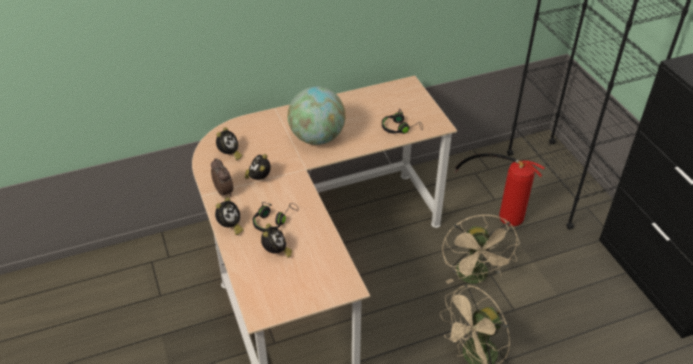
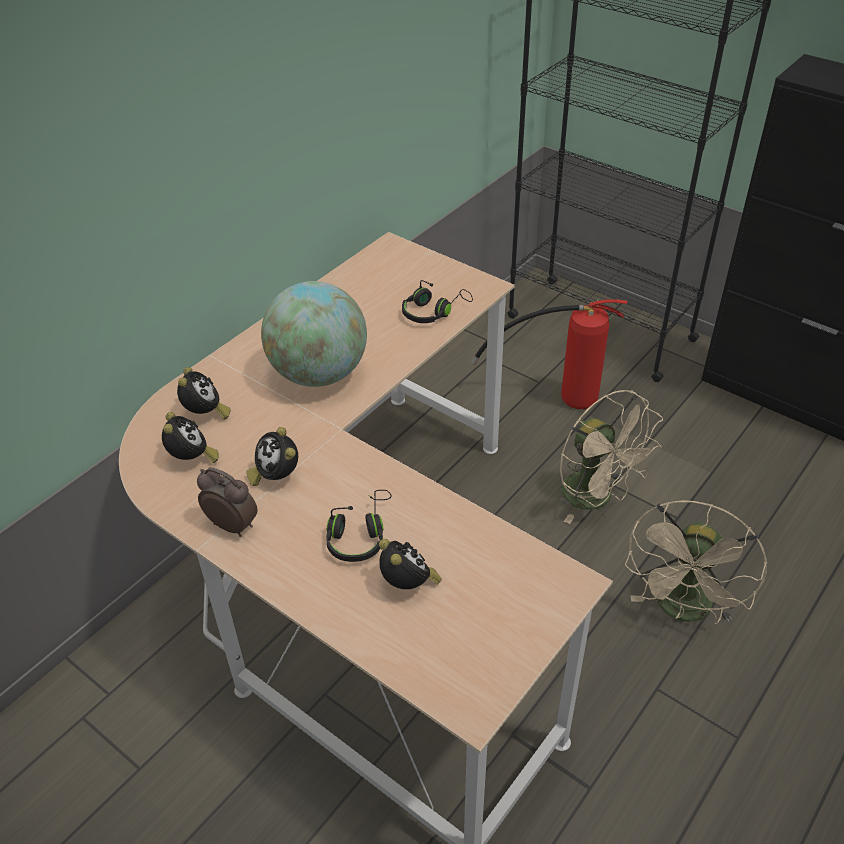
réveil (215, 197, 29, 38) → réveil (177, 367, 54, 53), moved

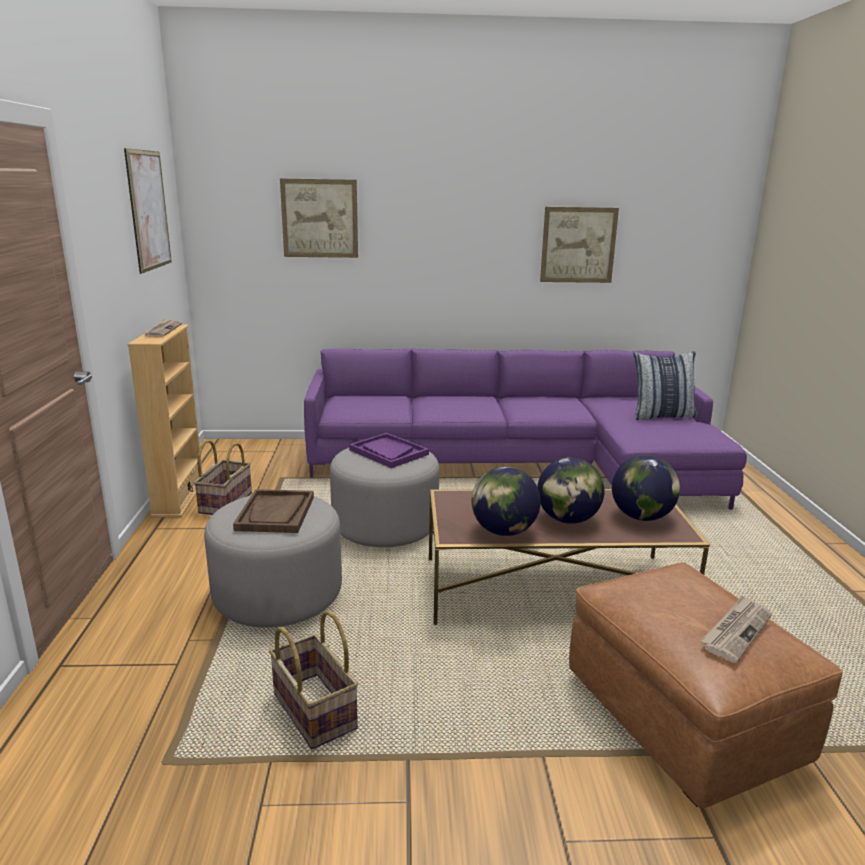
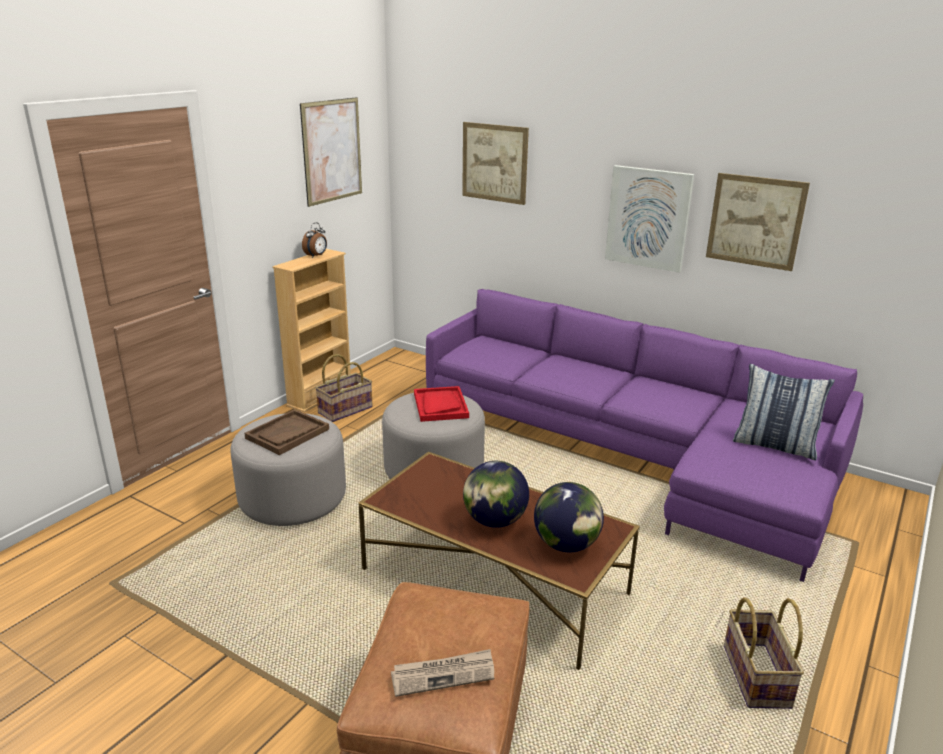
journal (143, 319, 39, 18) → réveil (302, 223, 25, 35)
panier (269, 611, 89, 138) → panier (724, 597, 80, 112), moved
plateau [violet] (349, 433, 80, 35) → plateau [rouge] (414, 386, 55, 36)
globe (472, 467, 69, 69) → -
- → tableau (605, 165, 89, 108)

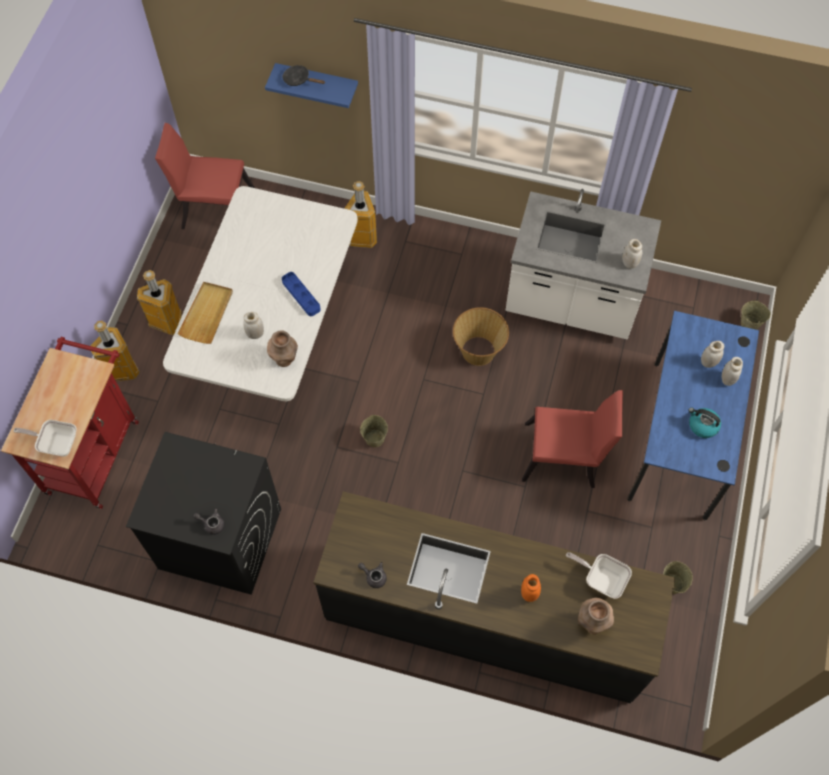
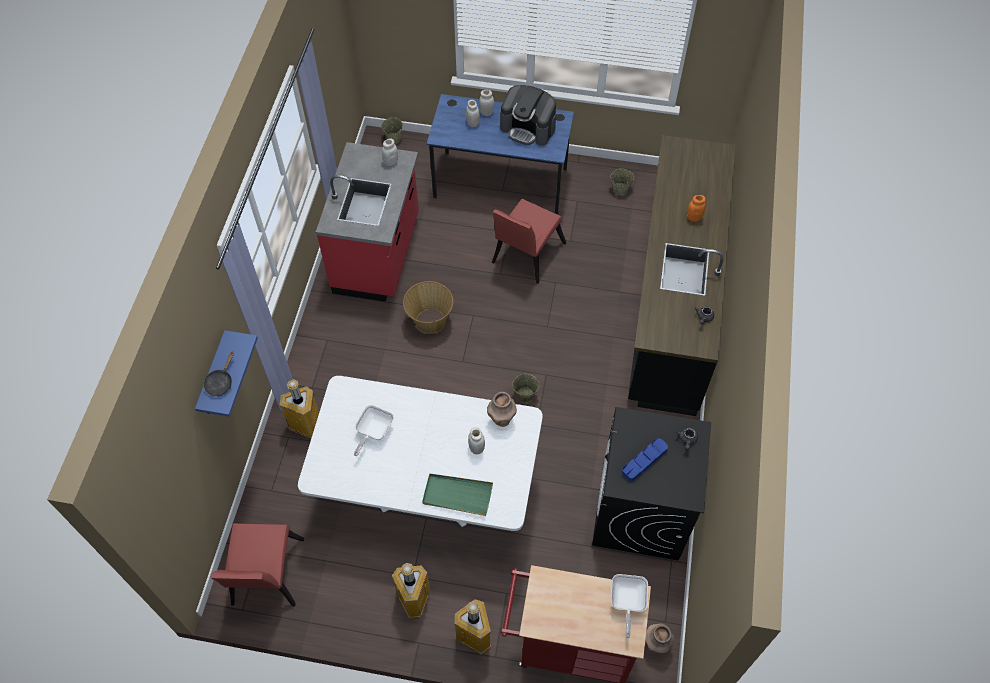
plateau [beige] (177, 282, 56, 62) → plateau [vert] (422, 474, 71, 42)
plateau [bleu] (282, 272, 39, 44) → plateau [bleu] (622, 438, 46, 43), moved
comptoir de cuisine [blanc] (505, 189, 156, 150) → comptoir de cuisine [rouge] (316, 142, 103, 160)
chaise [rouge] (522, 390, 101, 98) → chaise [rouge] (492, 199, 74, 85), 150 degrees counterclockwise
poêle (566, 552, 66, 47) → poêle (354, 405, 40, 51), moved
vase [marron] (578, 598, 36, 37) → vase [marron] (645, 624, 29, 30), moved
bouilloire (688, 407, 33, 31) → machine à café (500, 85, 56, 61)

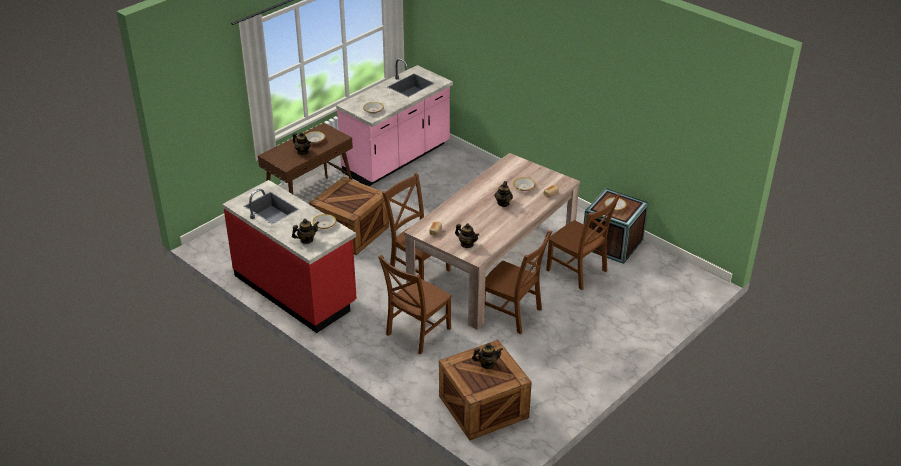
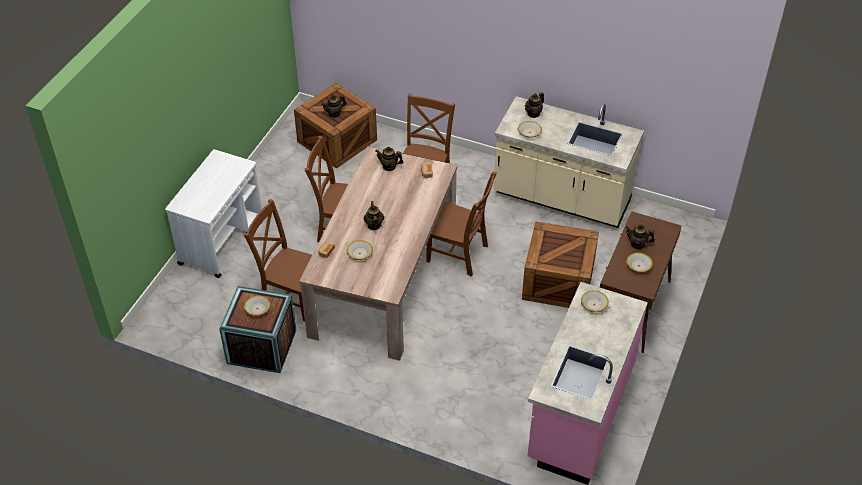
comptoir de cuisine [rouge] (222, 180, 135, 153) → comptoir de cuisine [beige] (494, 96, 150, 132)
- → chariot [blanc] (165, 149, 97, 129)

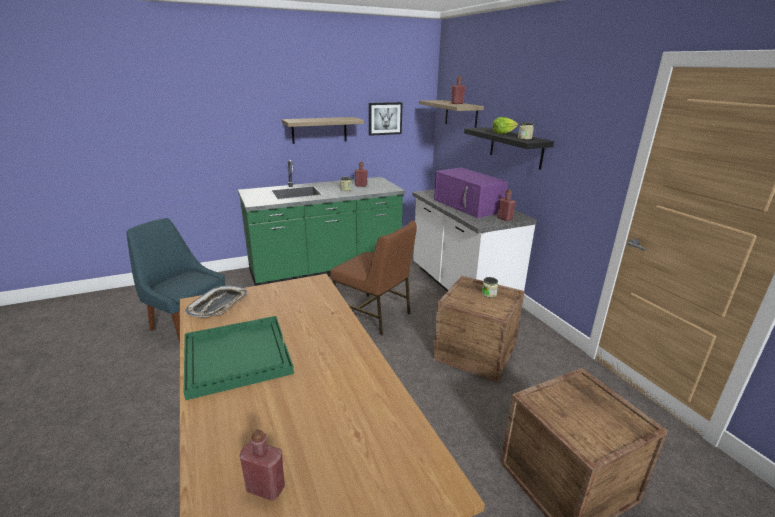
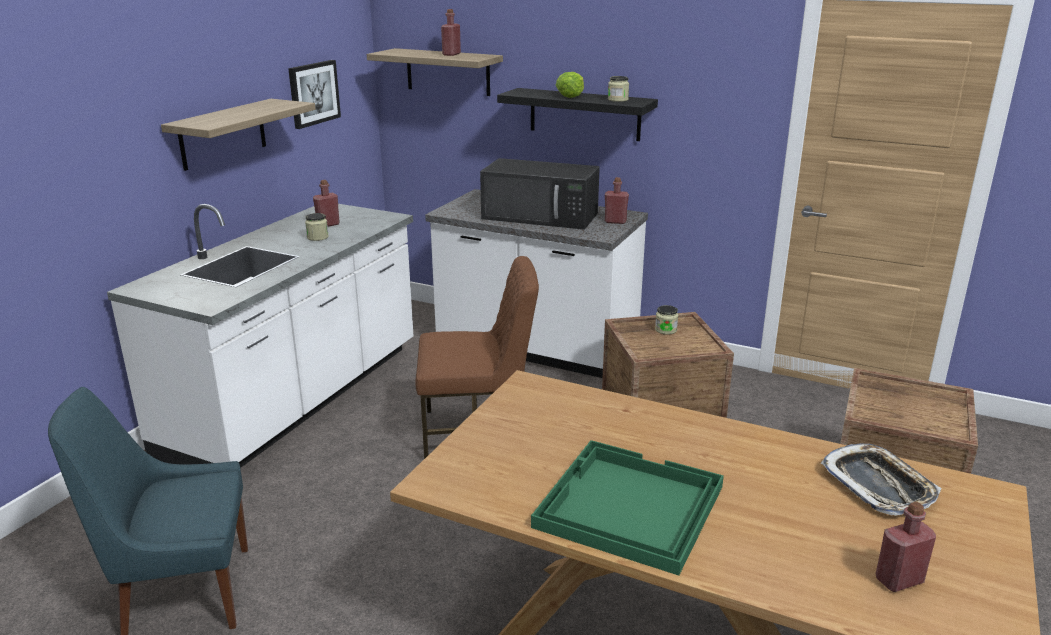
plateau (185, 286, 62, 31) → plateau (820, 444, 121, 72), moved
comptoir de cuisine [vert] (238, 160, 167, 126) → comptoir de cuisine [blanc] (107, 204, 307, 264)
micro-ondes [violet] (434, 168, 74, 50) → micro-ondes [noir] (480, 158, 120, 72)

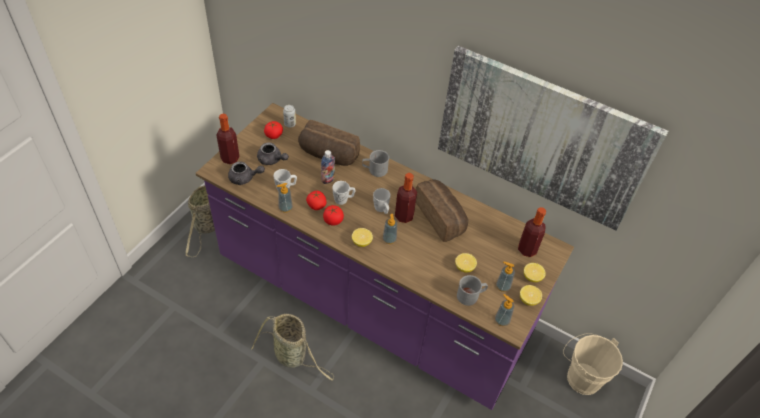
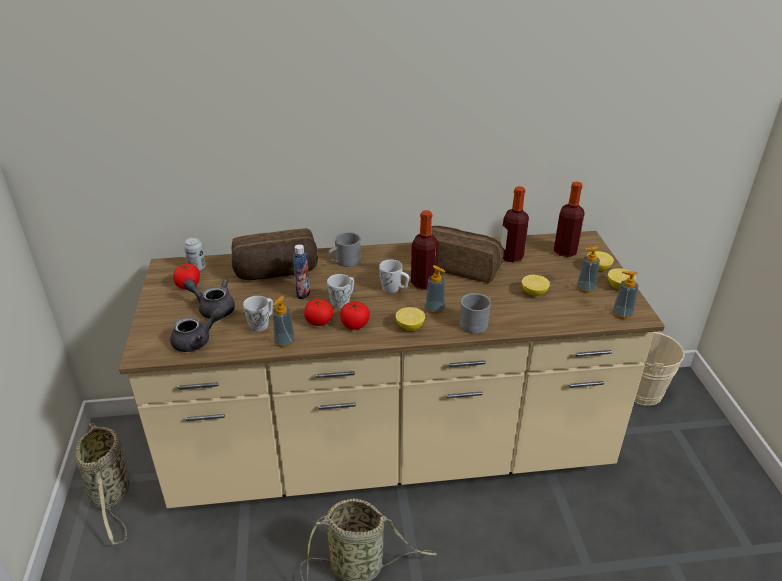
comptoir de cuisine [violet] (196, 103, 378, 307) → comptoir de cuisine [beige] (119, 231, 546, 277)
bouteille (216, 114, 24, 50) → bouteille (501, 186, 28, 77), moved
théière [gris] (257, 142, 32, 23) → théière [gris] (183, 279, 52, 40), 150 degrees counterclockwise
tableau (438, 46, 230, 184) → -
mug [gris] (457, 275, 31, 31) → mug [gris] (460, 293, 31, 41), moved

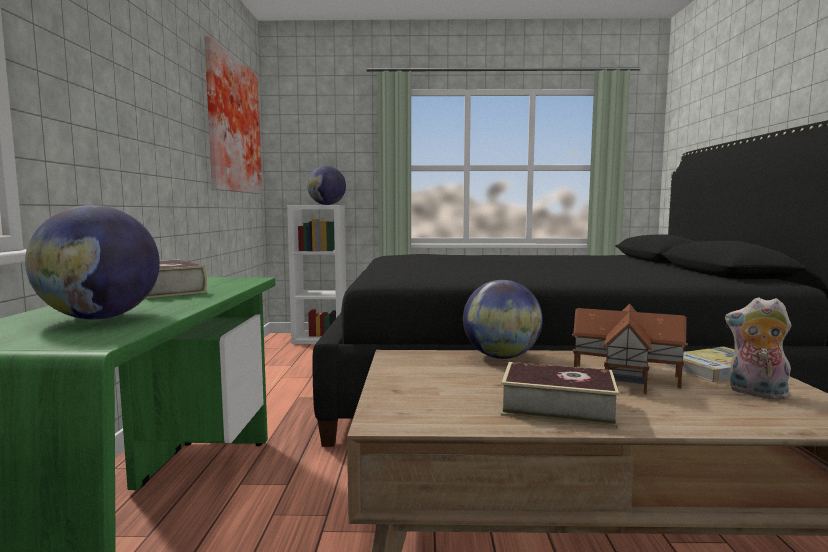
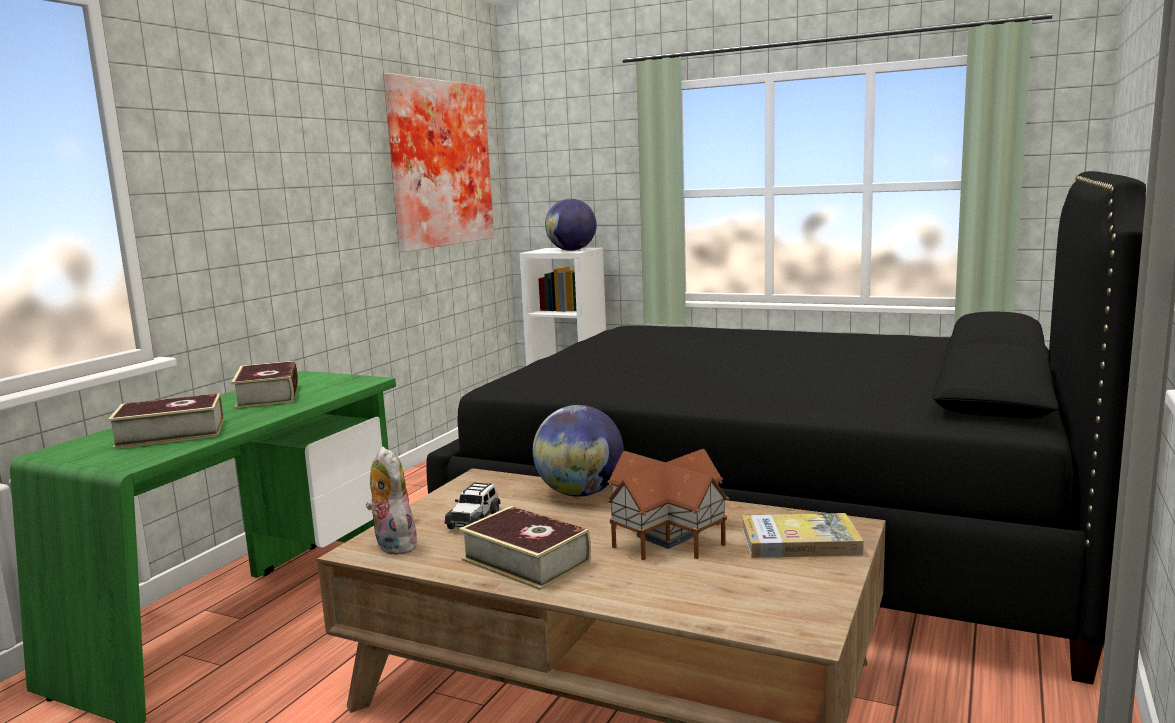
globe (25, 205, 135, 114) → livre (108, 393, 116, 56)
peluche (725, 298, 67, 101) → peluche (366, 447, 51, 108), moved
- → petite voiture (445, 482, 56, 47)

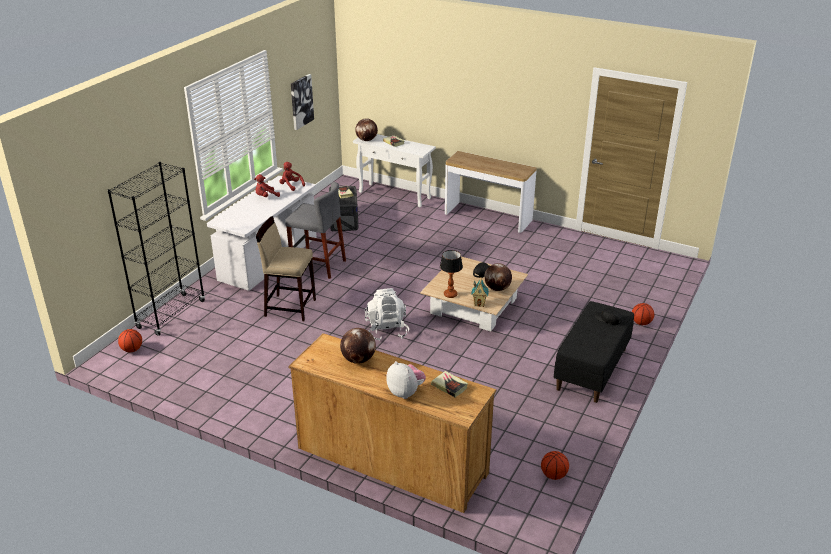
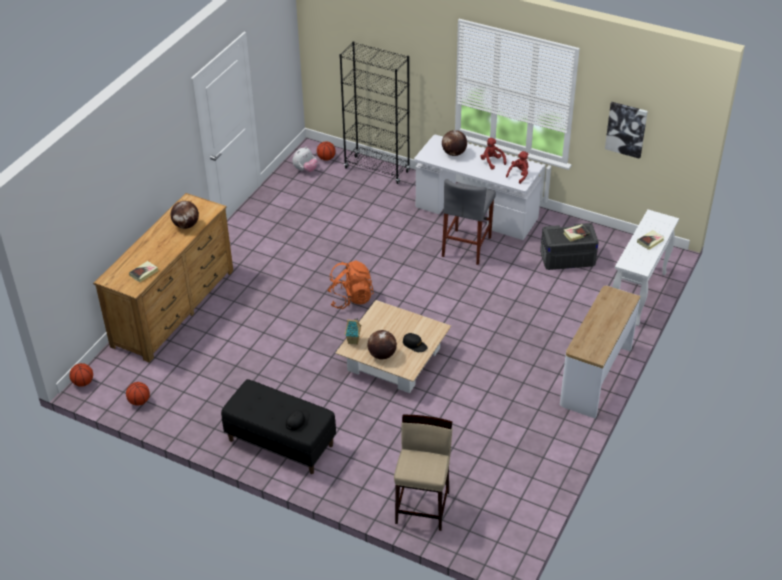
tabouret [beige] (256, 216, 60, 105) → tabouret [beige] (394, 415, 58, 116), moved
globe (355, 118, 23, 23) → globe (442, 130, 25, 26), moved
sac à dos [blanc] (365, 288, 44, 53) → sac à dos [orange] (328, 261, 46, 48)
peluche (386, 361, 40, 38) → peluche (293, 147, 25, 25), moved
lampe de table (440, 250, 23, 48) → -
ballon de basket (632, 303, 22, 22) → ballon de basket (70, 363, 23, 24), moved

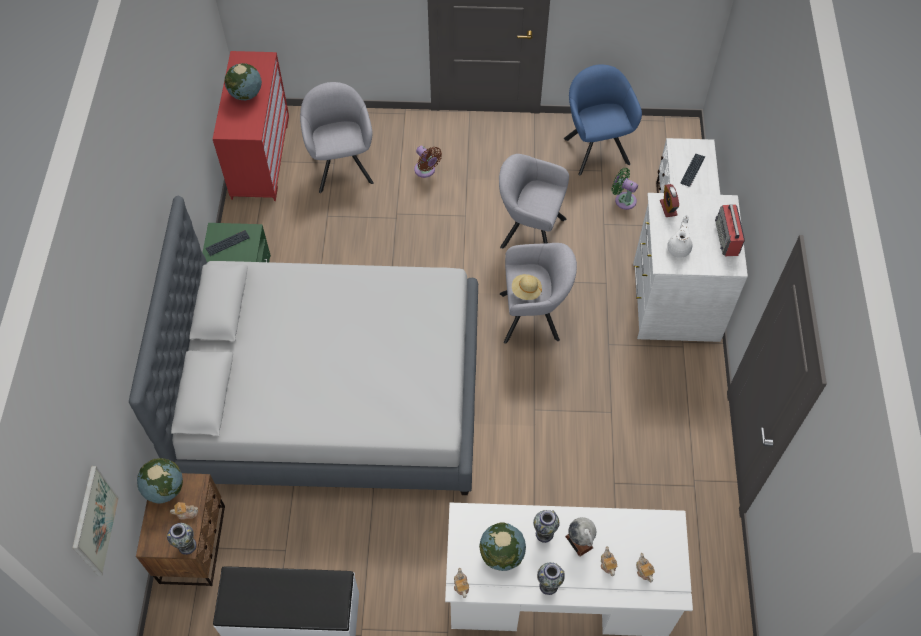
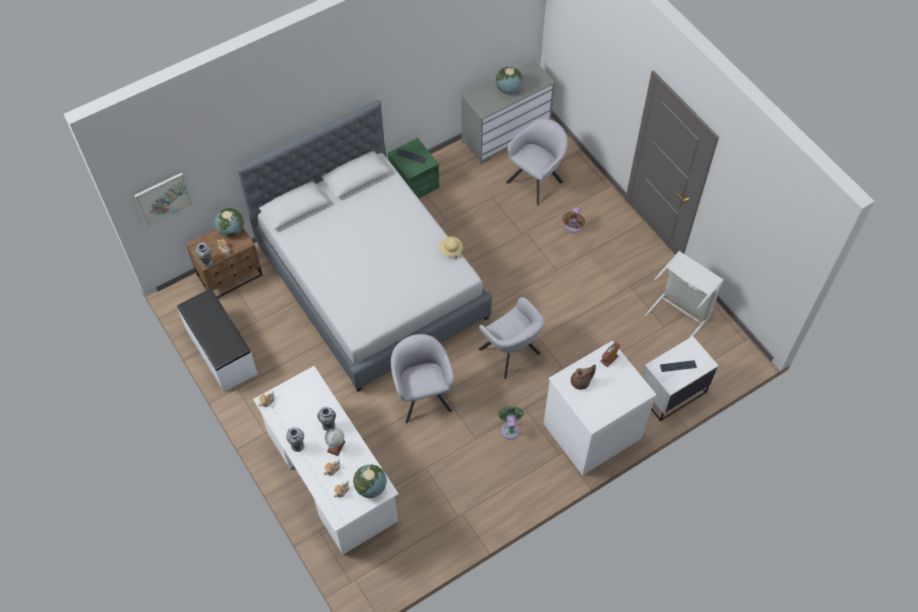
commode [rouge] (213, 51, 76, 150) → commode [gris] (462, 60, 93, 105)
globe (479, 522, 47, 49) → globe (353, 465, 34, 33), moved
fauteuil [gris] (499, 154, 70, 95) → fauteuil [gris] (391, 334, 63, 89), moved
chapeau [beige] (512, 274, 30, 26) → chapeau [beige] (439, 237, 24, 22), moved
fauteuil [bleu] (564, 65, 78, 111) → panier à linge [gris] (645, 251, 79, 87)
ventilateur [vert] (611, 168, 27, 42) → ventilateur [vert] (498, 406, 26, 33), moved
théière [blanc] (667, 215, 26, 43) → théière [marron] (571, 365, 25, 25)
radio (715, 204, 30, 52) → -

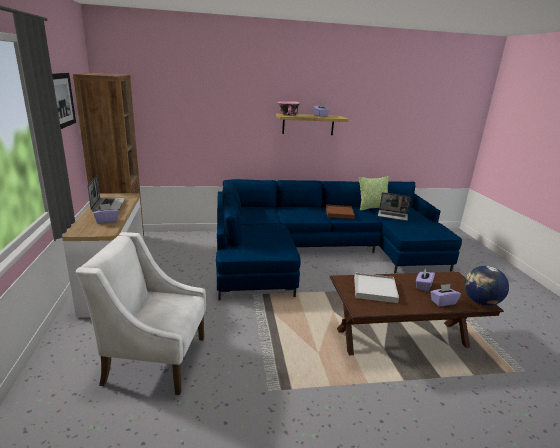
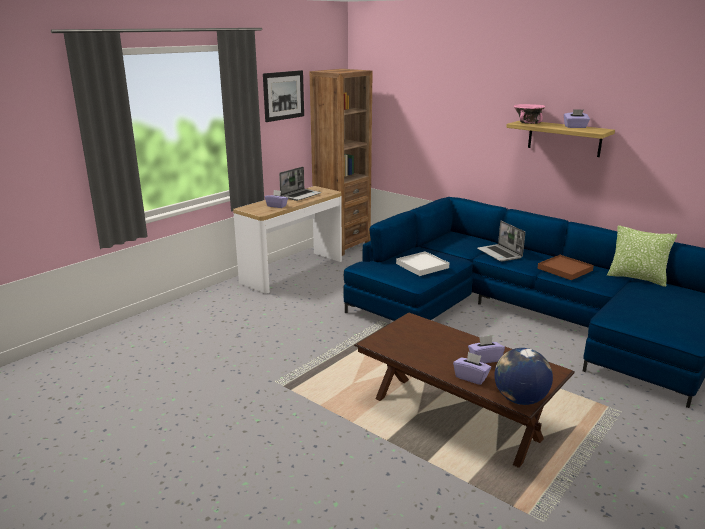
fauteuil [blanc] (76, 232, 130, 163) → -
plateau [blanc] (354, 273, 45, 30) → plateau [blanc] (396, 251, 53, 25), moved
ordinateur portable (378, 192, 33, 29) → ordinateur portable (477, 221, 48, 41), moved

